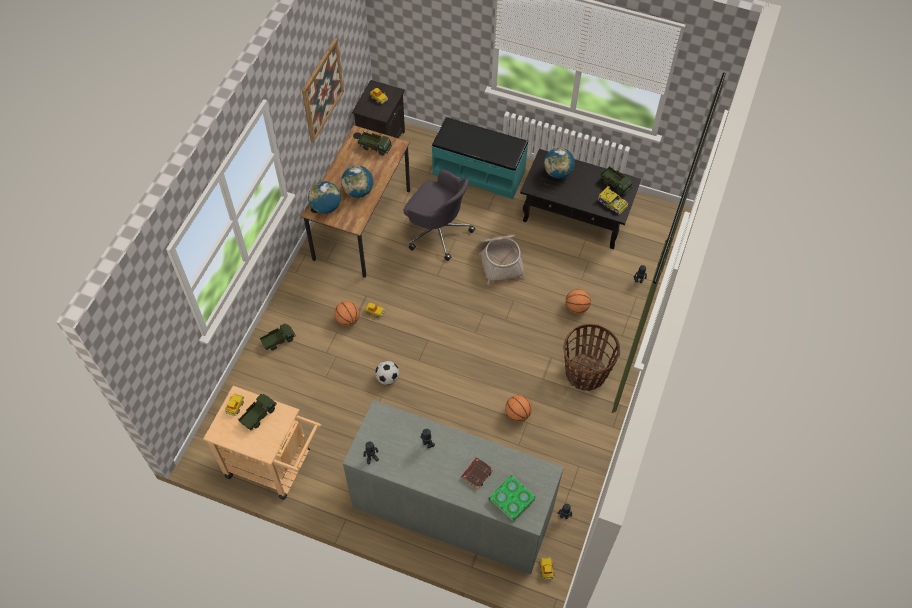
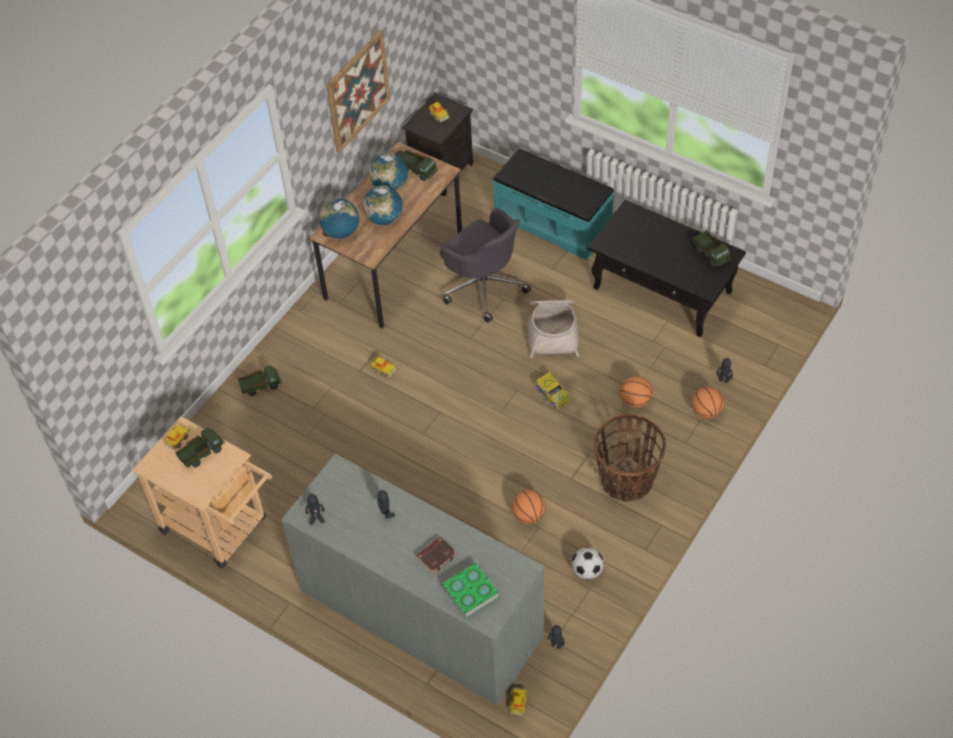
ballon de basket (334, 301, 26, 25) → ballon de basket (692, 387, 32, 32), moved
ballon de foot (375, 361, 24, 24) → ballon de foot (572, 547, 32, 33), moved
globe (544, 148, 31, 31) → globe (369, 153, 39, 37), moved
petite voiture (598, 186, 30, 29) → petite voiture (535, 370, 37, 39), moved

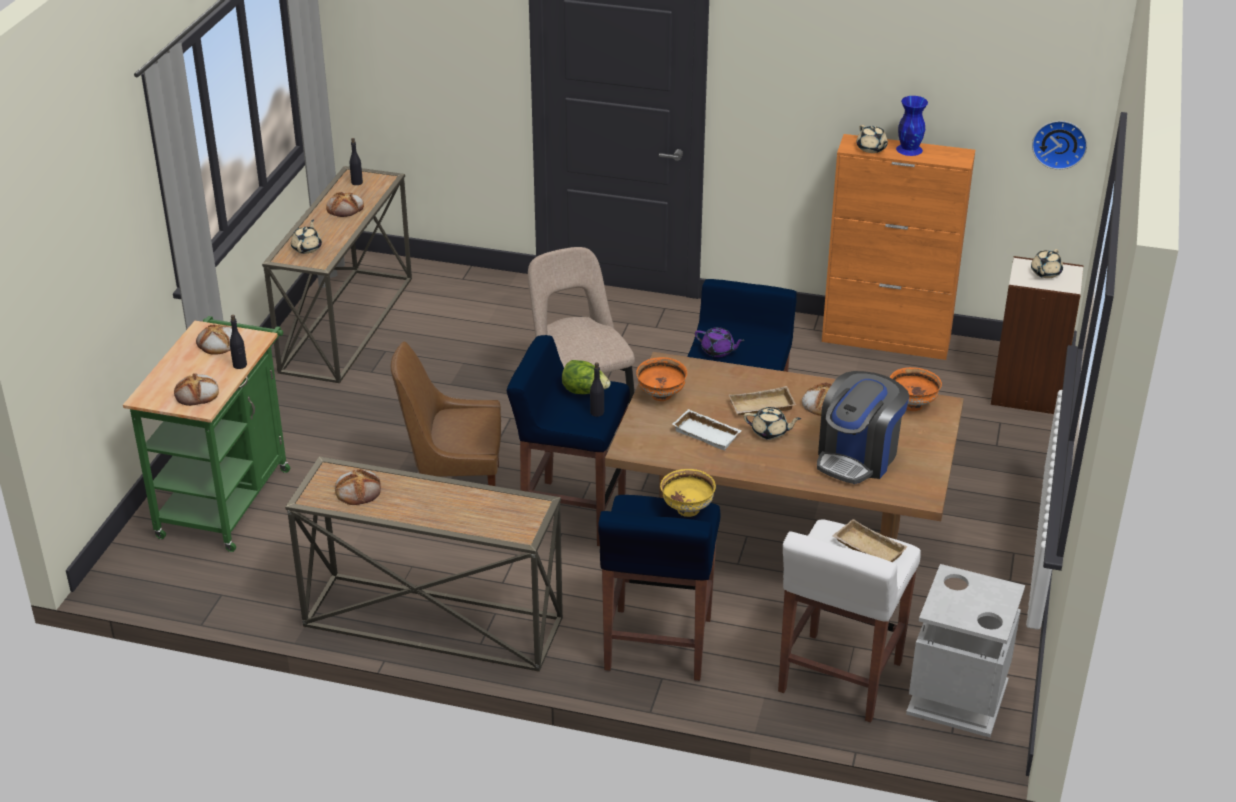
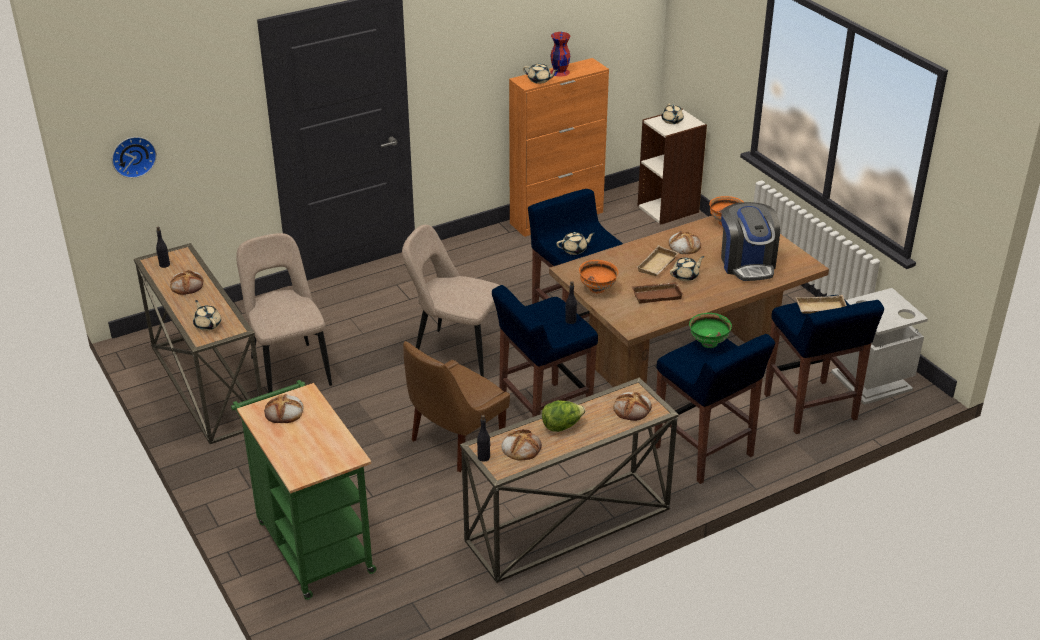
pain (174, 373, 45, 33) → pain (613, 392, 39, 29), moved
bouteille [noir] (230, 315, 17, 54) → bouteille [noir] (477, 415, 13, 47), moved
laitue (562, 360, 49, 34) → laitue (542, 400, 43, 32), moved
bol [jaune] (660, 469, 56, 48) → bol [vert] (689, 313, 43, 35)
plateau [blanc] (672, 409, 70, 41) → plateau [marron] (631, 282, 53, 22)
théière [violet] (695, 327, 50, 30) → théière [beige] (557, 232, 38, 23)
tabouret [blanc] (778, 519, 143, 204) → tabouret [bleu] (764, 295, 120, 139)
vase [bleu] (896, 96, 32, 60) → vase [rouge] (550, 32, 21, 45)
horloge murale (1032, 121, 55, 49) → horloge murale (112, 137, 45, 41), moved
- → chaise [beige] (236, 233, 96, 160)

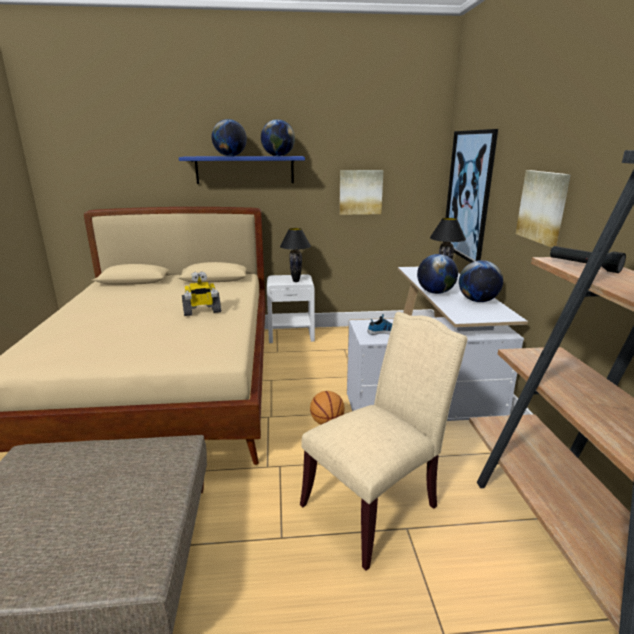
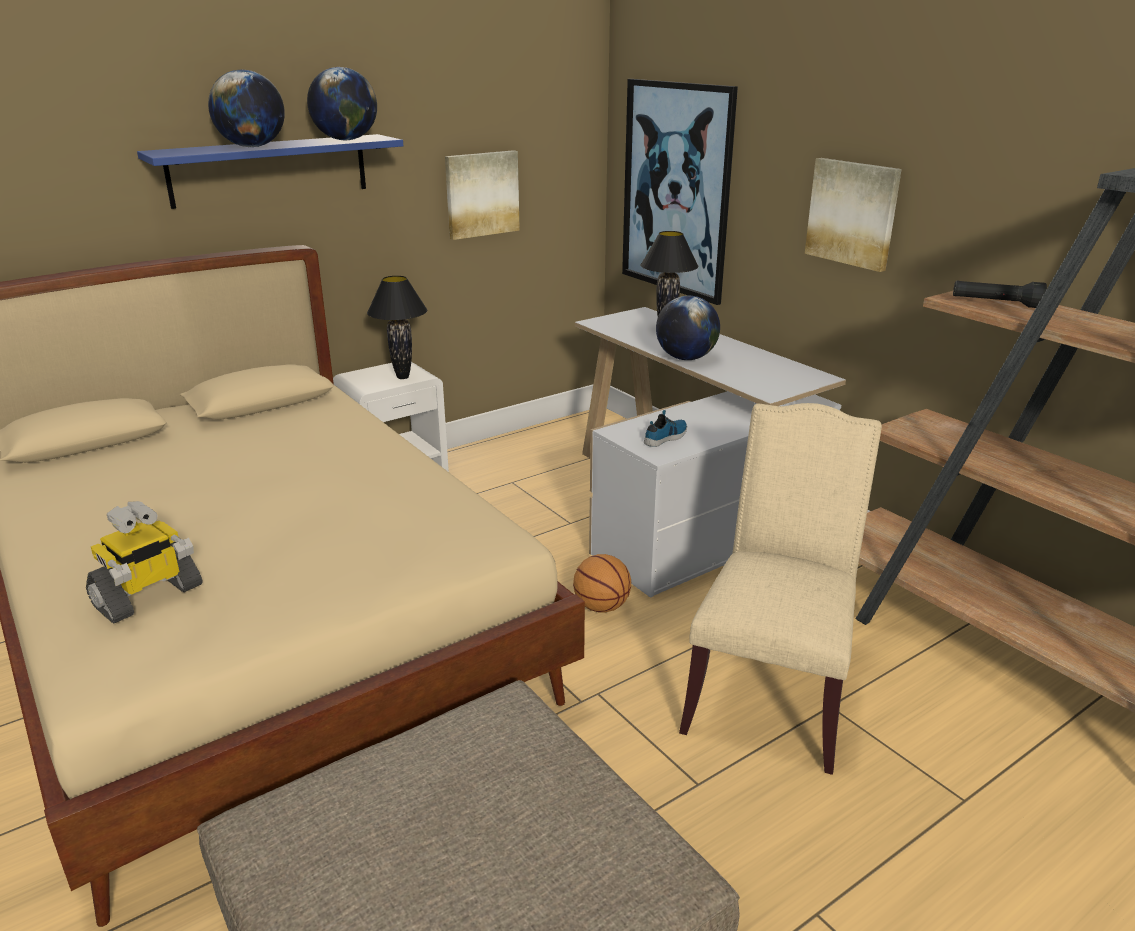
robot jouet (182, 271, 39, 45) → robot jouet (86, 501, 117, 123), moved
globe (459, 260, 44, 42) → -

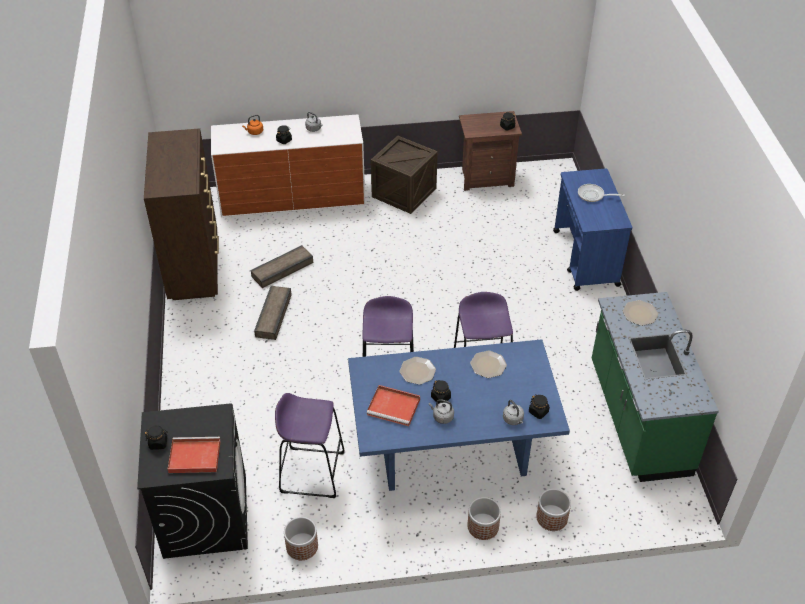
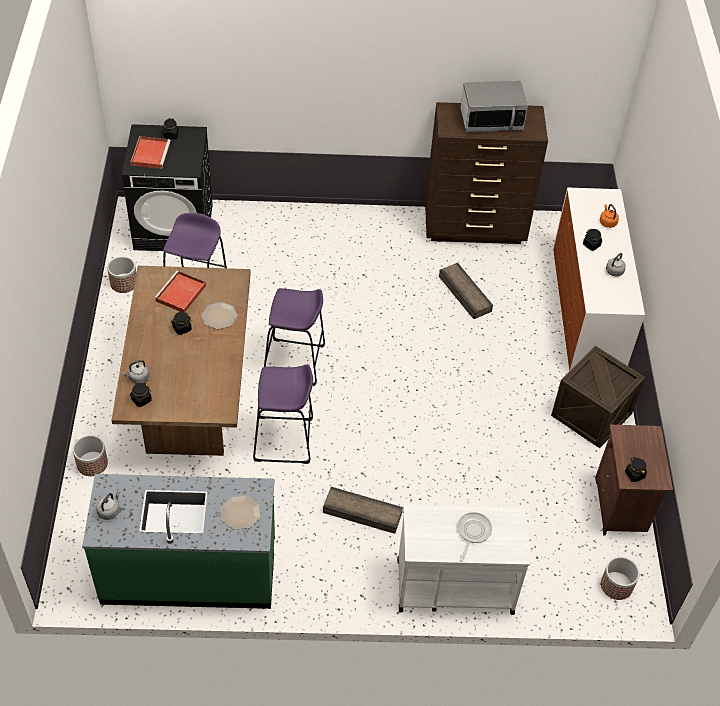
caisse (254, 286, 38, 54) → caisse (323, 487, 80, 47), moved
table à manger [bleu] (348, 339, 222, 152) → table à manger [marron] (111, 266, 140, 190)
bouilloire [gris] (429, 399, 25, 25) → bouilloire [gris] (96, 491, 24, 29), moved
cache-pot (467, 497, 34, 43) → cache-pot (601, 557, 38, 43), moved
assiette (470, 350, 37, 28) → -
chariot [bleu] (553, 168, 79, 123) → chariot [blanc] (397, 504, 133, 111)
- → micro-ondes (460, 81, 68, 51)

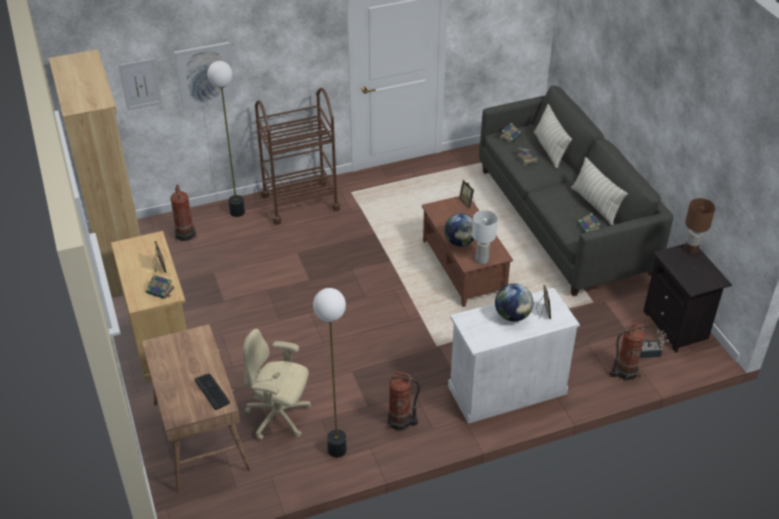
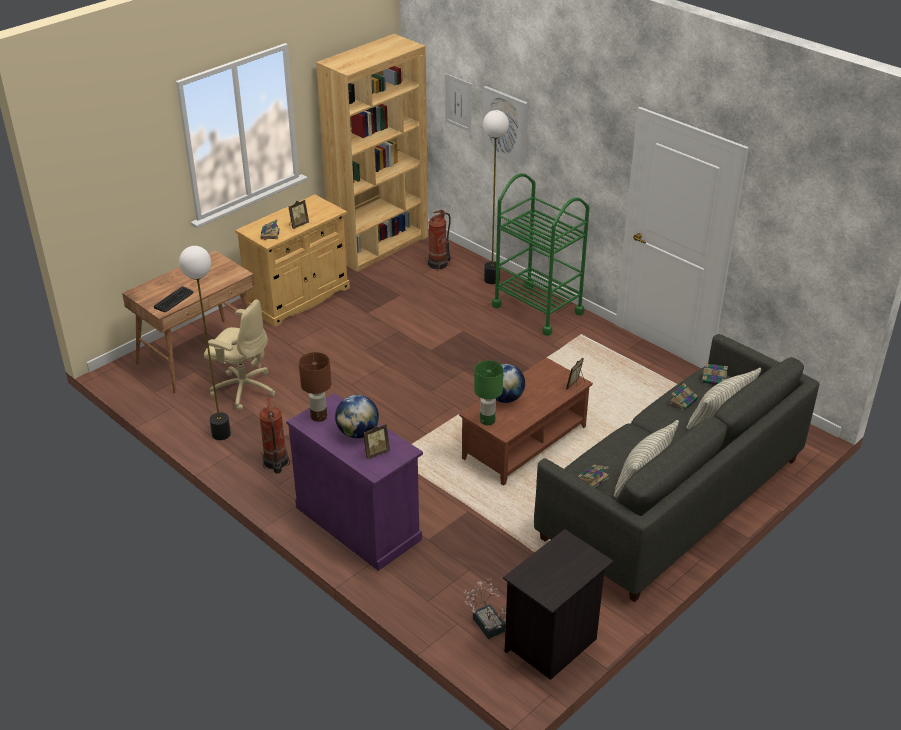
chaise de bureau [beige] (243, 329, 68, 112) → chaise de bureau [beige] (204, 299, 71, 112), 120 degrees clockwise
chariot [marron] (255, 88, 85, 137) → chariot [vert] (492, 173, 98, 163)
meuble de rangement [blanc] (448, 288, 132, 136) → meuble de rangement [violet] (286, 393, 137, 178)
lampe de table [blanc] (472, 210, 26, 54) → lampe de table [vert] (474, 360, 29, 65)
extincteur (610, 321, 35, 60) → -
lampe de table [marron] (684, 198, 31, 56) → lampe de table [marron] (299, 352, 32, 70), moved

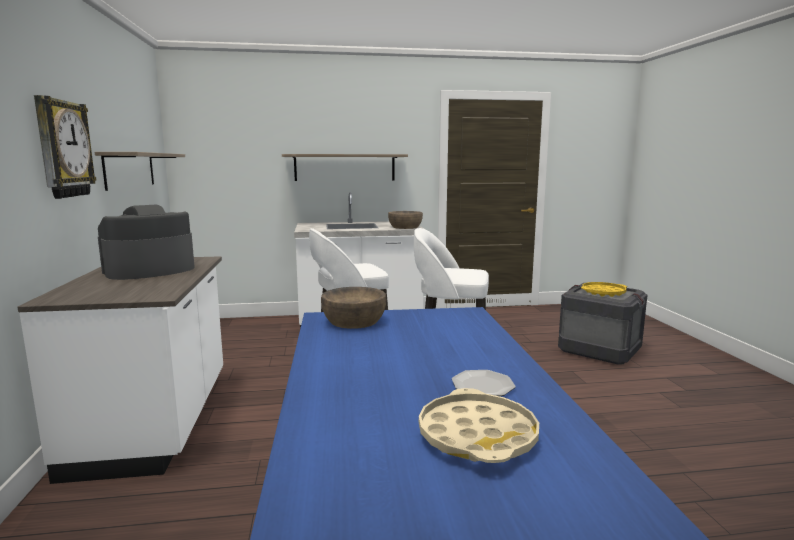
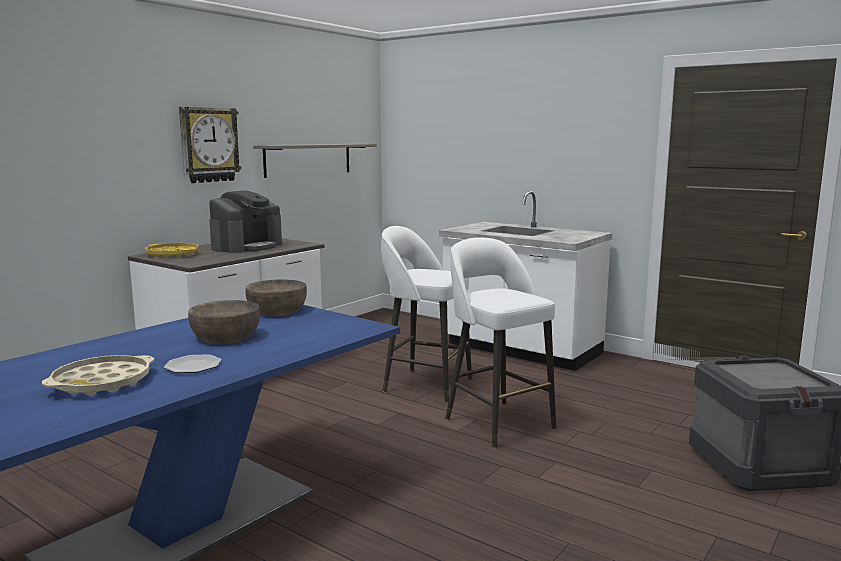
machine à café (98, 204, 97, 76) → machine à café (209, 190, 73, 63), 120 degrees clockwise
étagère (282, 154, 126, 27) → -
bol [marron] (388, 211, 35, 18) → bol [marron] (188, 300, 72, 44), moved
plateau [jaune] (581, 282, 46, 15) → plateau [jaune] (145, 243, 54, 15), moved

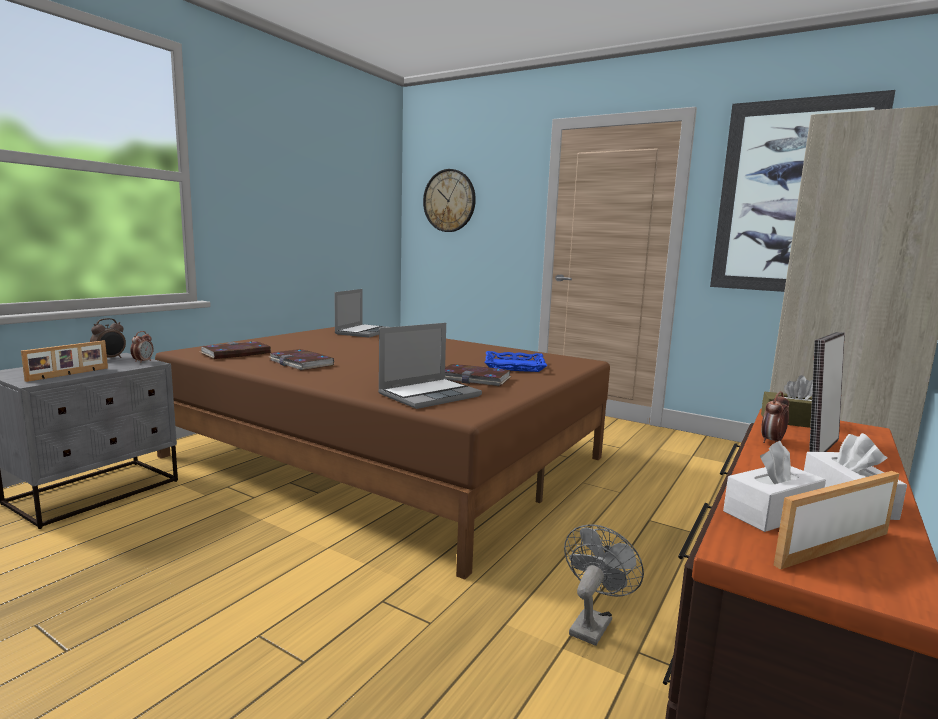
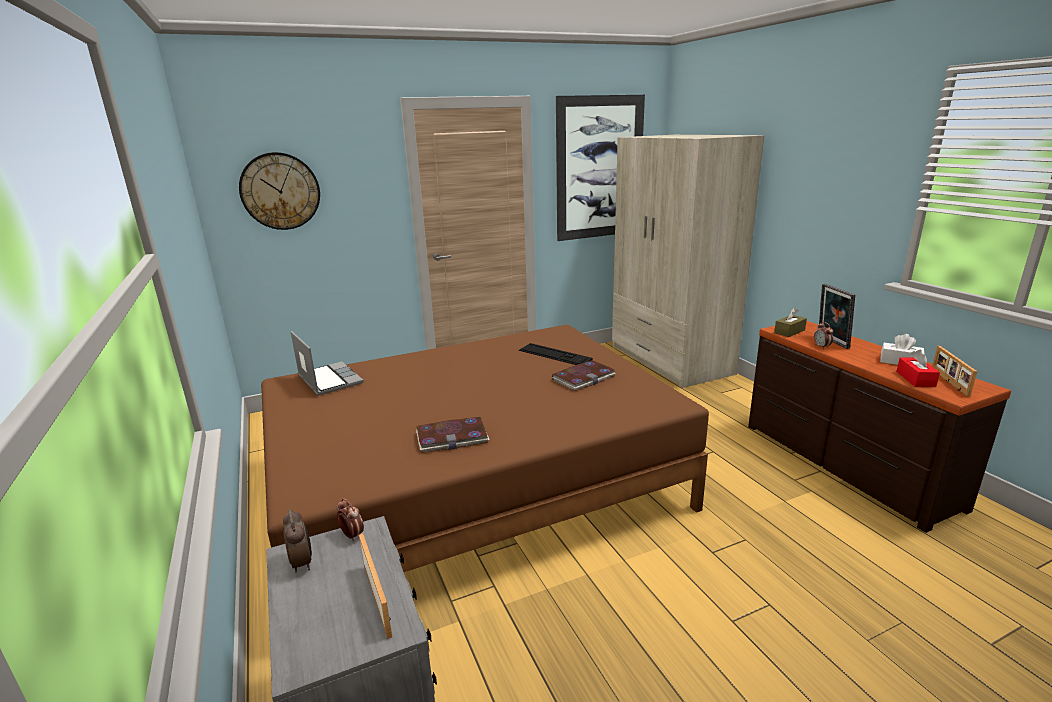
livre (201, 341, 71, 18) → -
ordinateur portable (378, 323, 104, 86) → -
plateau [bleu] (485, 351, 62, 21) → clavier (519, 343, 74, 22)
ventilateur [gris] (564, 524, 80, 122) → -
boîte à mouchoirs [blanc] (723, 441, 103, 91) → boîte à mouchoirs [rouge] (896, 350, 44, 37)

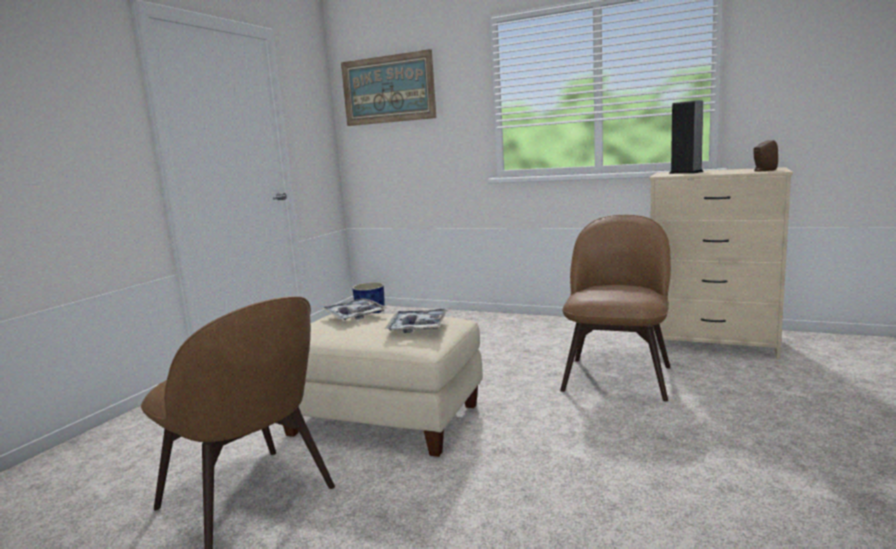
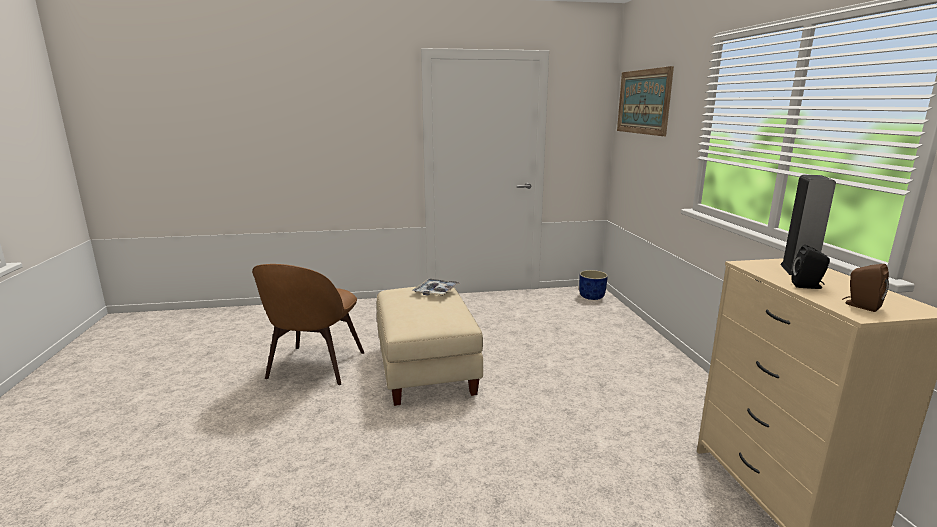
plateau (385, 309, 63, 24) → -
chaise [marron] (560, 215, 111, 187) → -
- → enceinte [noir] (792, 245, 38, 44)

